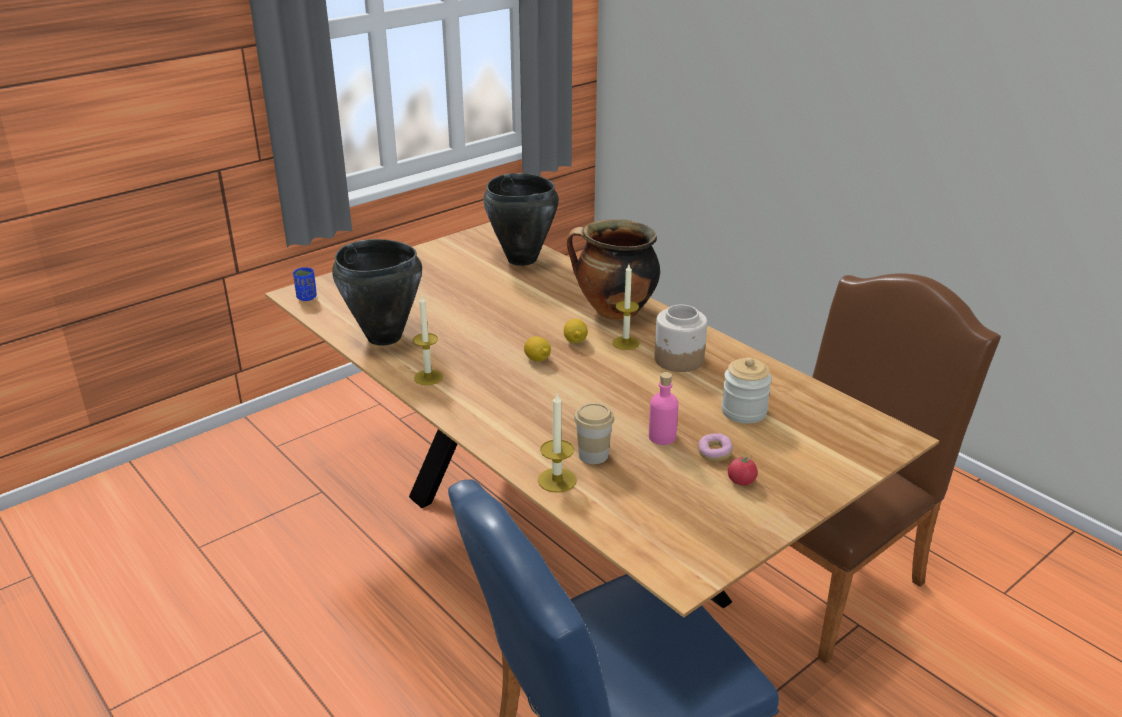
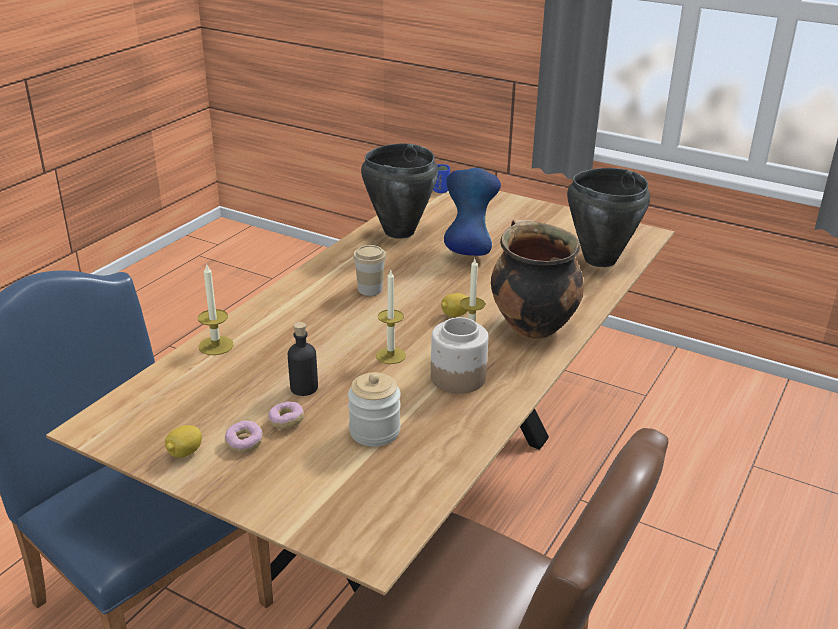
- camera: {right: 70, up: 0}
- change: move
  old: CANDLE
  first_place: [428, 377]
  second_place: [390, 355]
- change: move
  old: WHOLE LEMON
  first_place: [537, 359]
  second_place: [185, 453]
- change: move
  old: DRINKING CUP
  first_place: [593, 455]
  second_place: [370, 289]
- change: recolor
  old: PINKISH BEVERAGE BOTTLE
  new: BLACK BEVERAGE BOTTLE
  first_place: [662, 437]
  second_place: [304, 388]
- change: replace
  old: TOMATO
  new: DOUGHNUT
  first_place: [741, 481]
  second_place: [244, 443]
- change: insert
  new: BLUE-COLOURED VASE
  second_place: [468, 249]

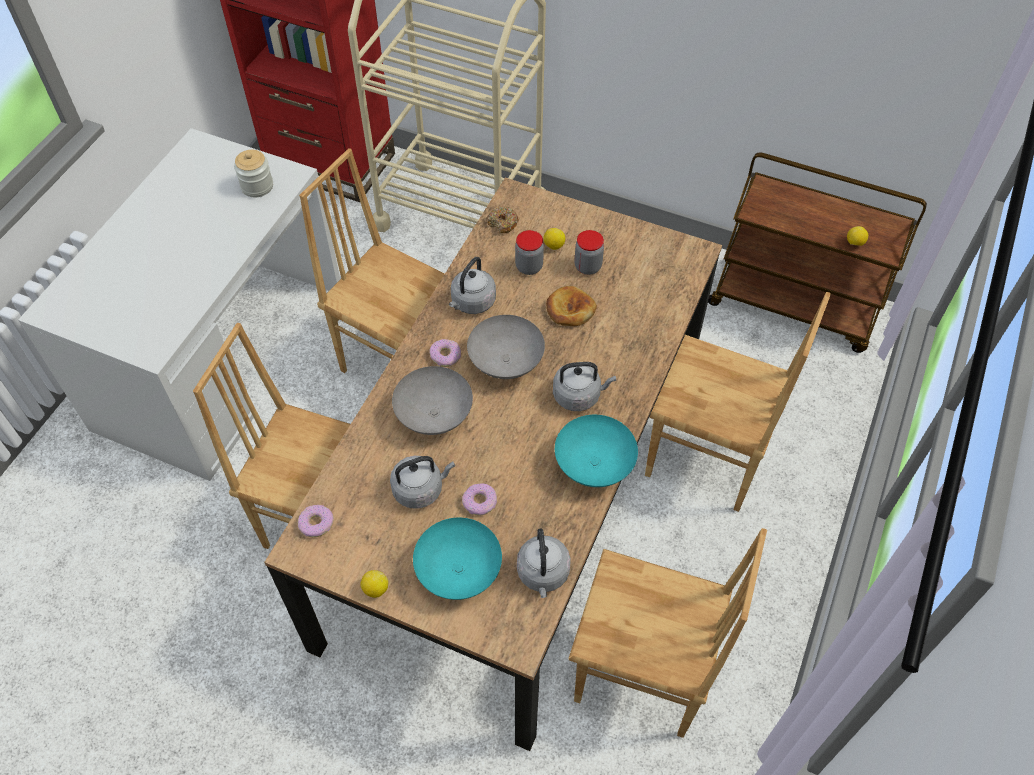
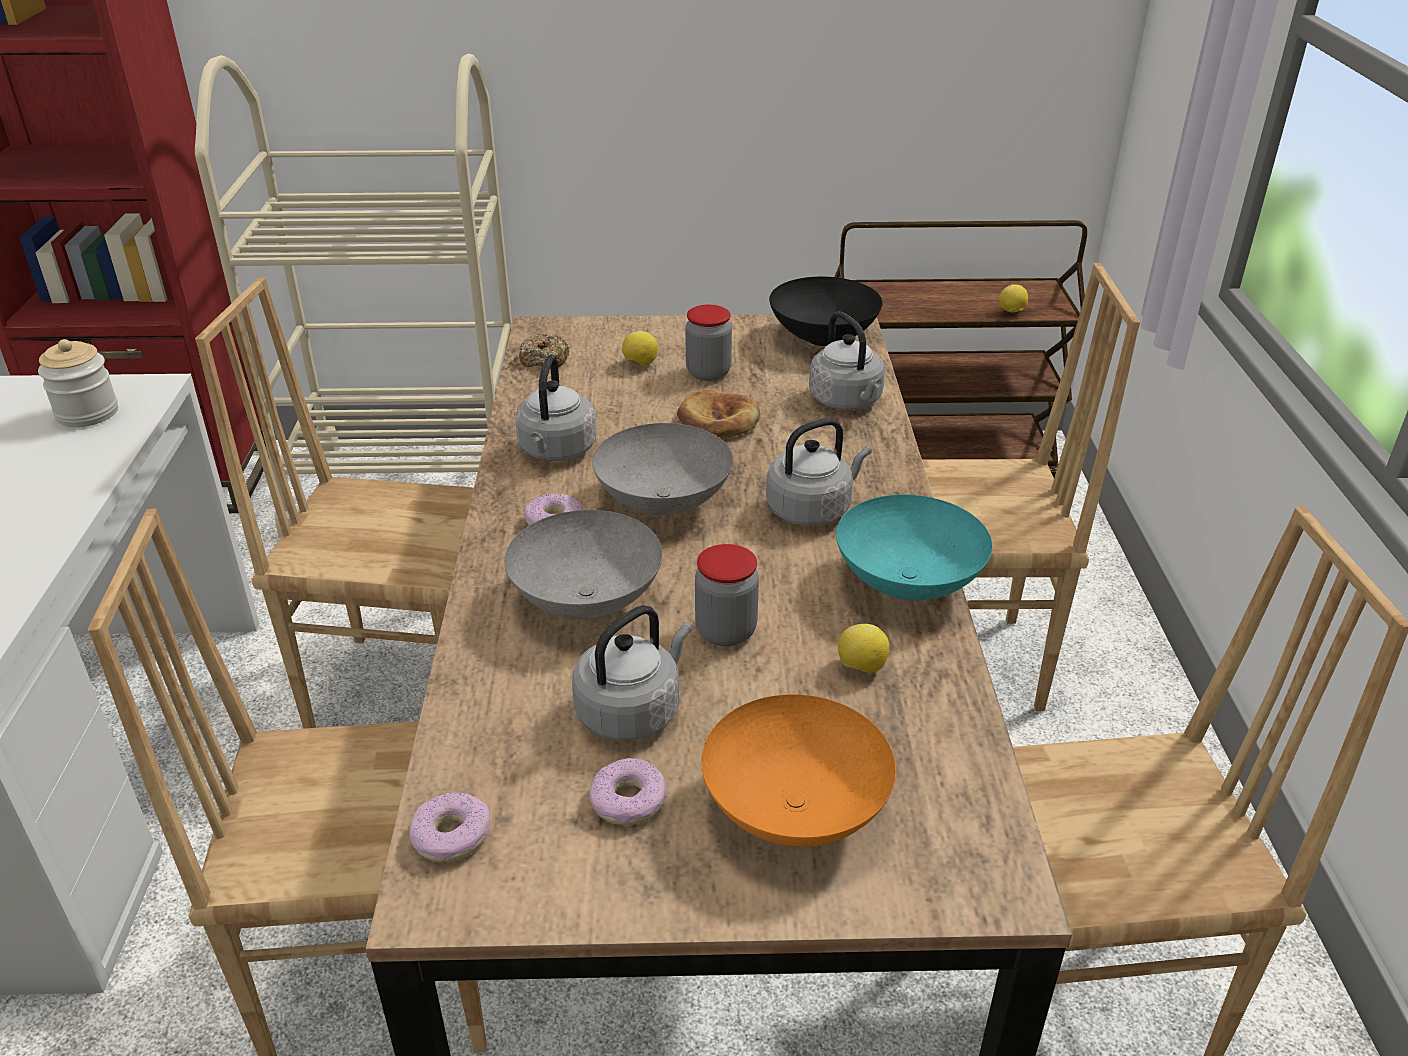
- camera: {right: -25, up: -20}
- change: move
  old: WHOLE LEMON
  first_place: [375, 589]
  second_place: [861, 667]
- change: recolor
  old: TURQUOISE BOWL
  new: ORANGE BOWL
  first_place: [459, 572]
  second_place: [797, 813]
- change: move
  old: DOUGHNUT
  first_place: [480, 502]
  second_place: [629, 801]
- change: move
  old: PRESERVE JAR
  first_place: [529, 267]
  second_place: [726, 631]
- change: move
  old: GREY WATER KETTLE
  first_place: [543, 574]
  second_place: [847, 401]
- change: insert
  new: BLACK BOWL
  second_place: [824, 337]

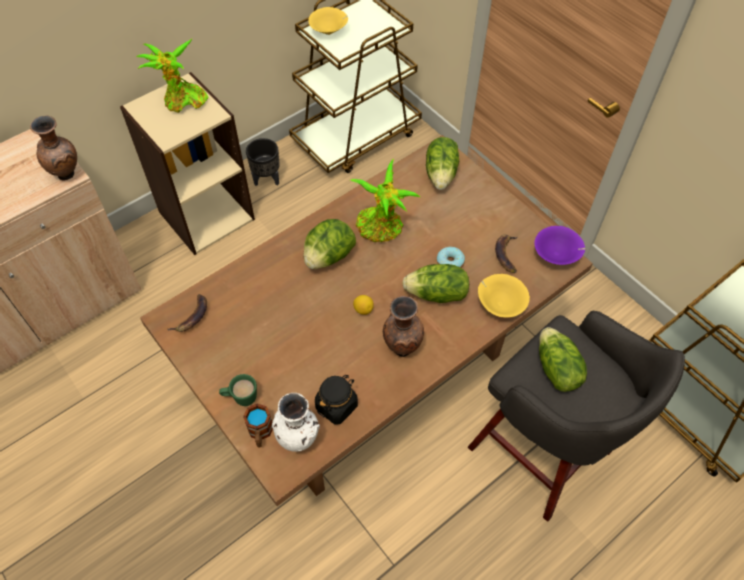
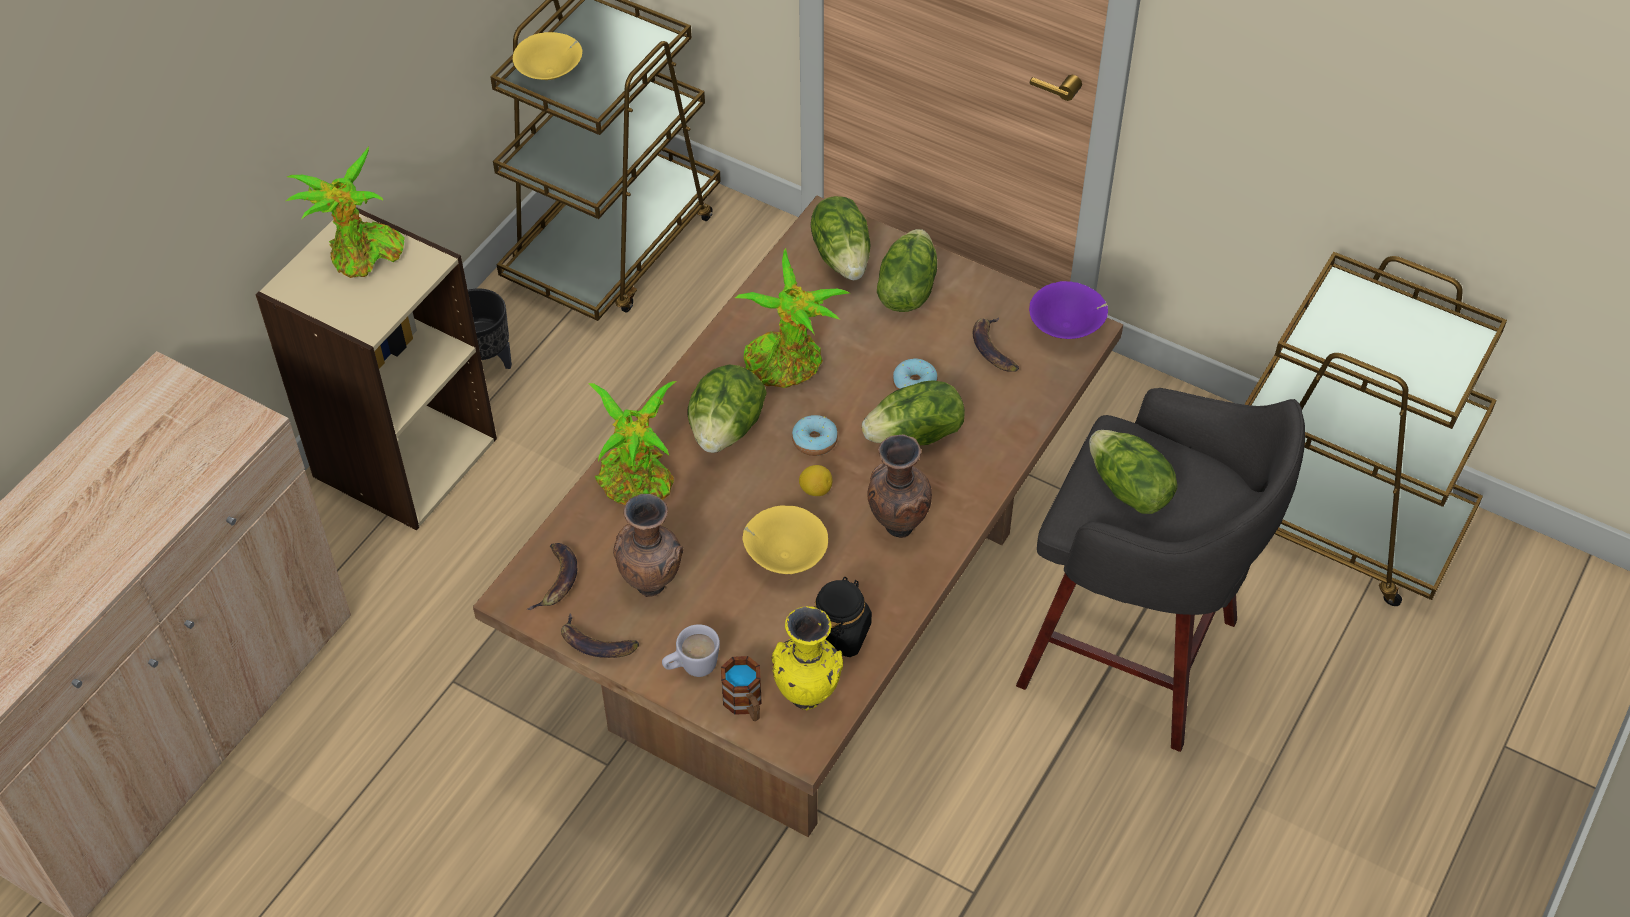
- camera: {right: -20, up: -5}
- change: move
  old: BROWNISH VASE
  first_place: [67, 174]
  second_place: [653, 584]
- change: recolor
  old: GREENISH TEA MUG
  new: WHITISH TEA MUG
  first_place: [240, 398]
  second_place: [691, 667]
- change: recolor
  old: WHITISH VASE
  new: YELLOWISH VASE
  first_place: [299, 440]
  second_place: [808, 696]
- change: move
  old: YELLOWISH BOWL
  first_place: [499, 304]
  second_place: [784, 556]
- change: insert
  new: WHOLE BANANA
  second_place: [596, 644]
- change: insert
  new: PLANT IN A POT
  second_place: [638, 484]
- change: insert
  new: DOUGHNUT
  second_place: [814, 441]
- change: insert
  new: HEAD OF LETTUCE
  second_place: [906, 289]

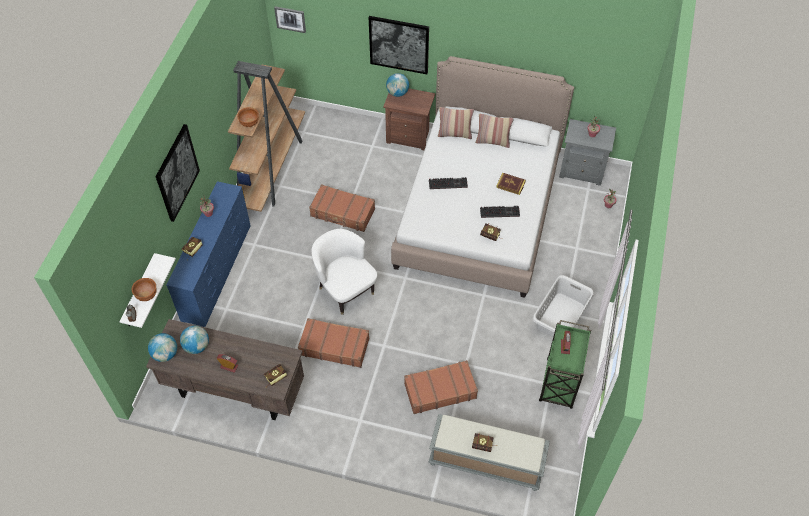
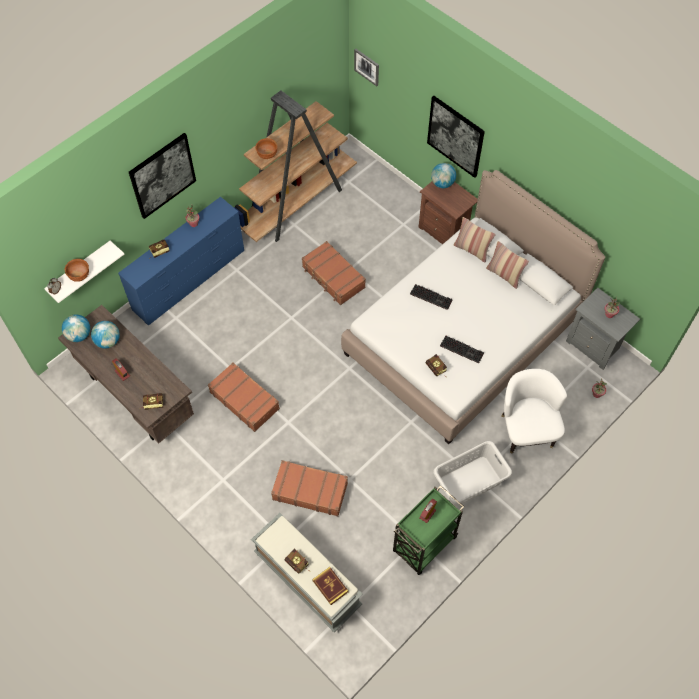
- camera: {right: 30, up: 5}
- change: move
  old: WHITISH ARMCHAIR
  first_place: [345, 290]
  second_place: [526, 429]
- change: move
  old: BOUND BOOK
  first_place: [510, 185]
  second_place: [330, 586]

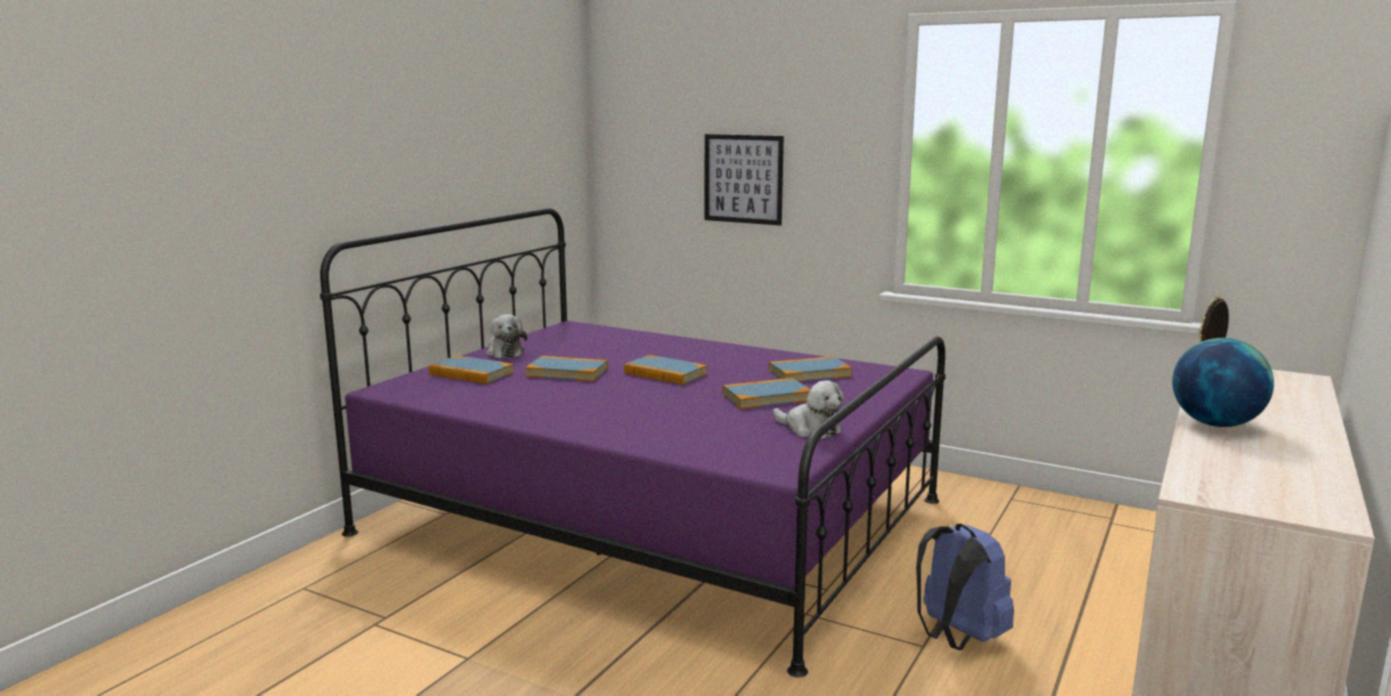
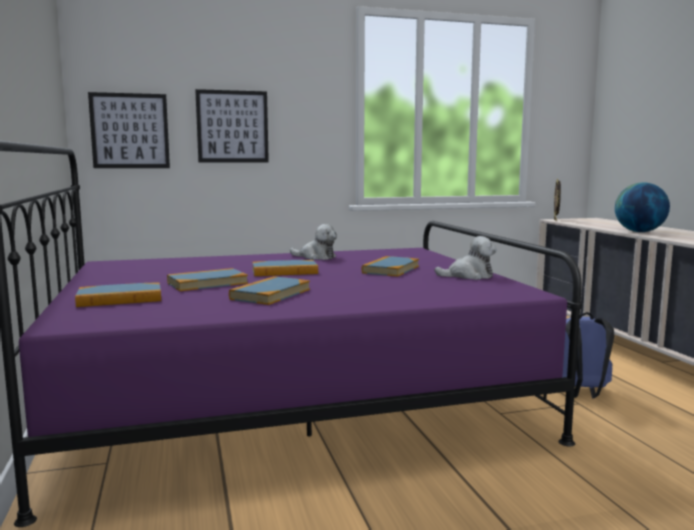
- camera: {right: -45, up: -5}
- change: move
  old: SOFT TOY
  first_place: [504, 352]
  second_place: [316, 257]
- change: move
  old: BOUND BOOK
  first_place: [809, 373]
  second_place: [270, 294]
- change: insert
  new: WALL PICTURE
  second_place: [130, 131]

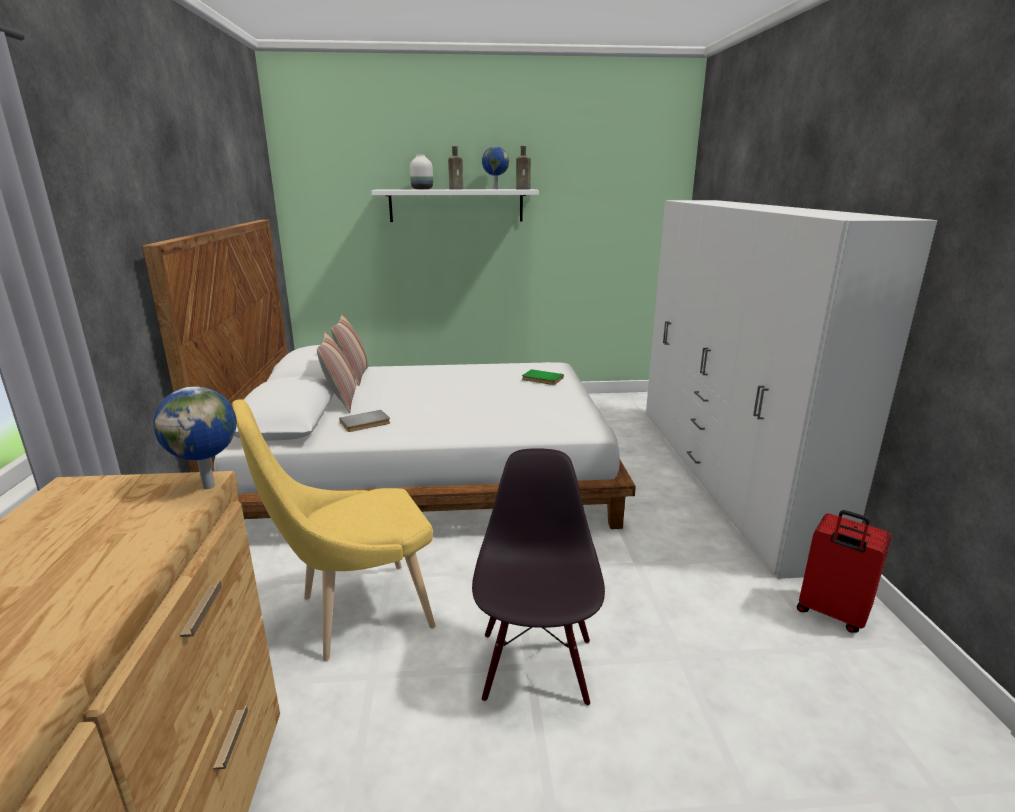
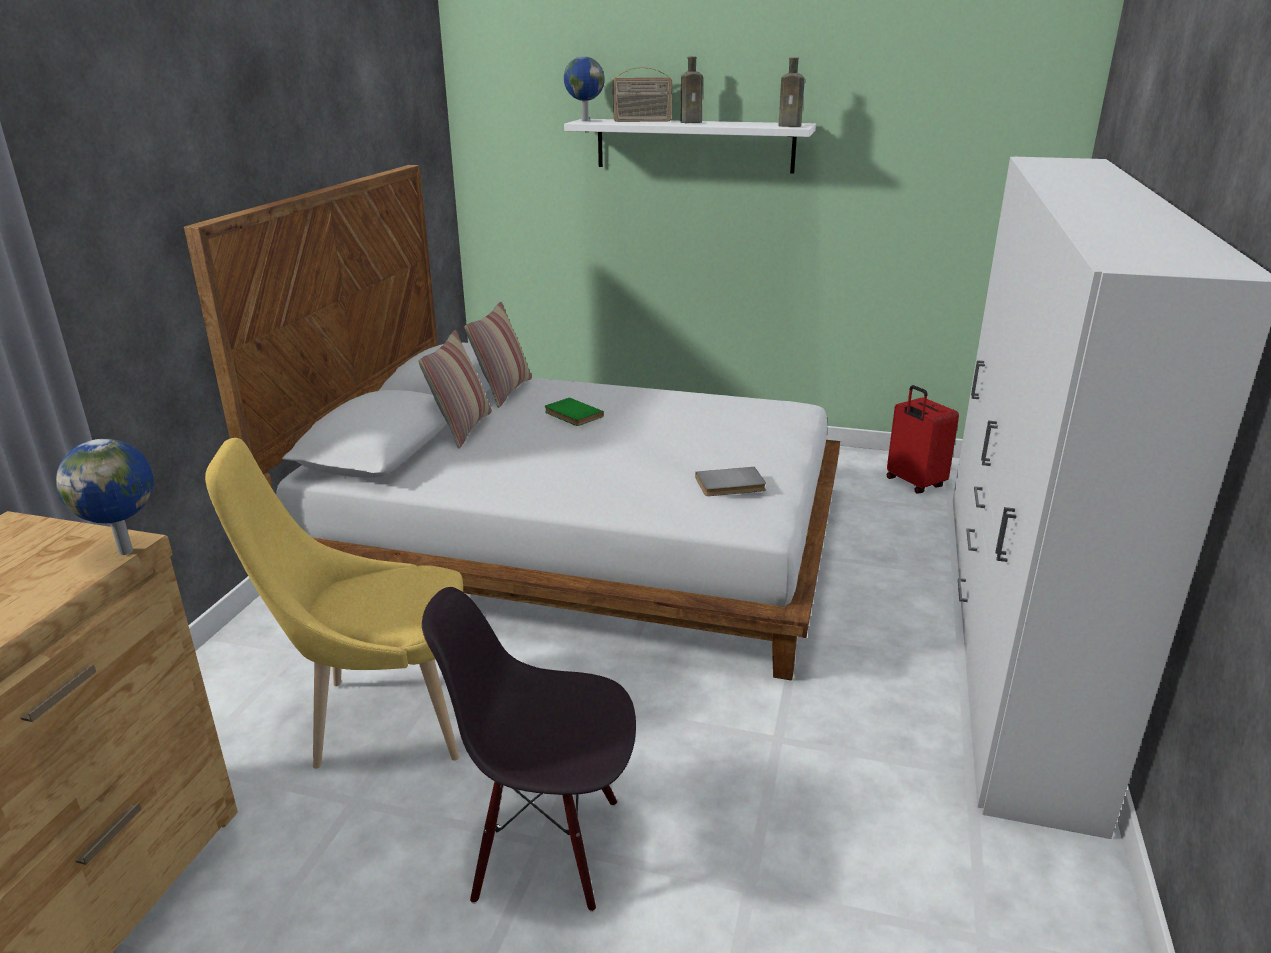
- camera: {right: 20, up: 5}
- change: move
  old: GREY BOUND BOOK
  first_place: [365, 423]
  second_place: [731, 485]
- change: replace
  old: WHITISH VASE
  new: RADIO SET
  first_place: [422, 189]
  second_place: [642, 121]
- change: rotate
  old: BLACK PLAIN CHAIR
  first_place: [536, 667]
  second_place: [548, 847]
  degrees: -105
- change: move
  old: WORLD GLOBE
  first_place: [495, 189]
  second_place: [584, 121]
- change: move
  old: GREENISH BOUND BOOK
  first_place: [542, 379]
  second_place: [572, 415]
- change: move
  old: RED SUITCASE
  first_place: [831, 614]
  second_place: [914, 483]

